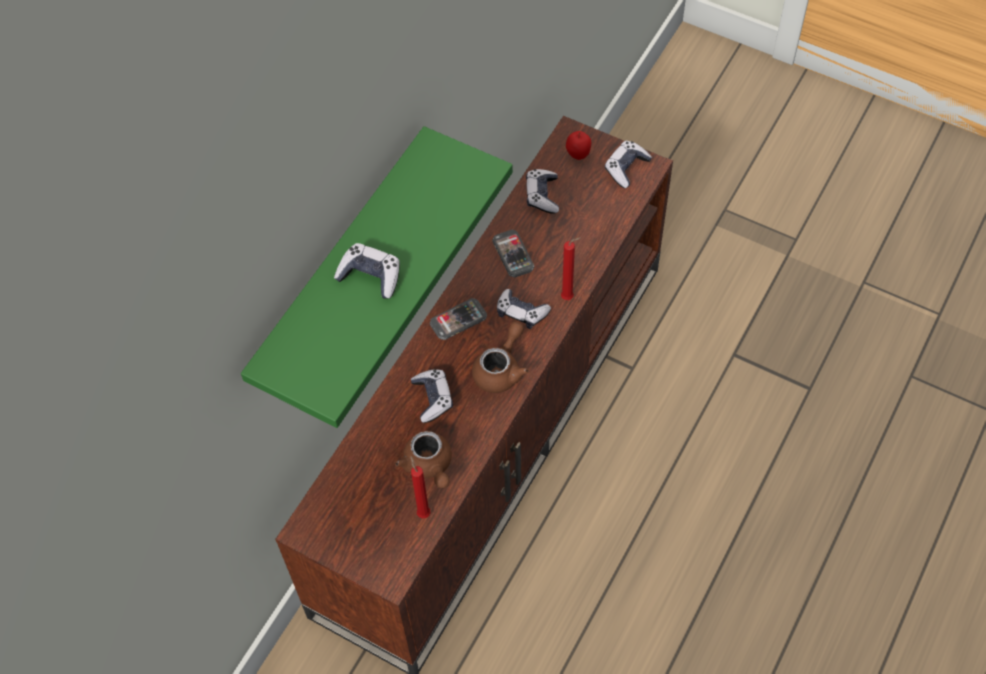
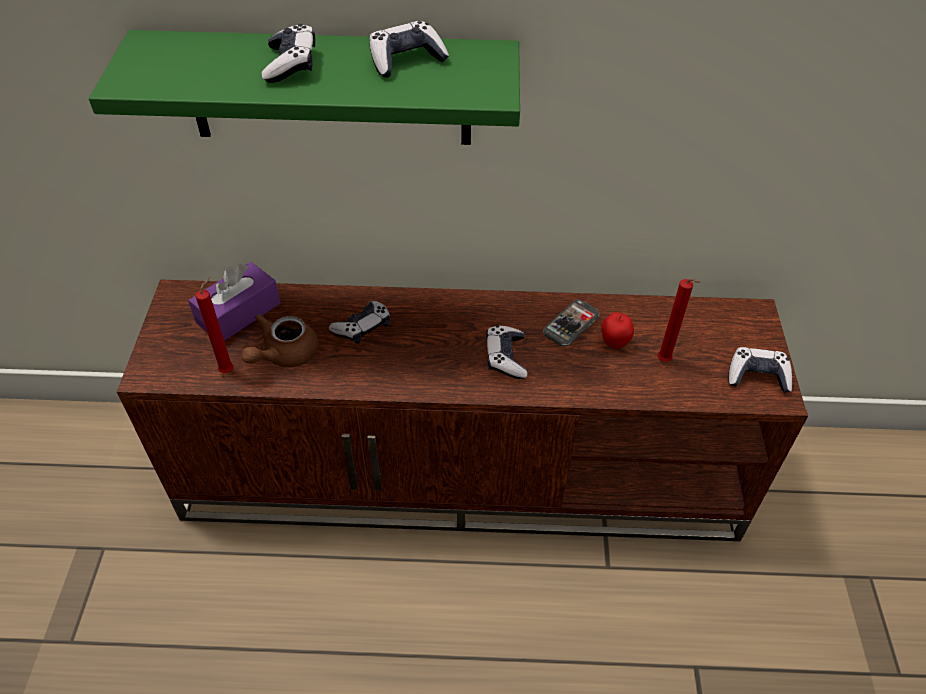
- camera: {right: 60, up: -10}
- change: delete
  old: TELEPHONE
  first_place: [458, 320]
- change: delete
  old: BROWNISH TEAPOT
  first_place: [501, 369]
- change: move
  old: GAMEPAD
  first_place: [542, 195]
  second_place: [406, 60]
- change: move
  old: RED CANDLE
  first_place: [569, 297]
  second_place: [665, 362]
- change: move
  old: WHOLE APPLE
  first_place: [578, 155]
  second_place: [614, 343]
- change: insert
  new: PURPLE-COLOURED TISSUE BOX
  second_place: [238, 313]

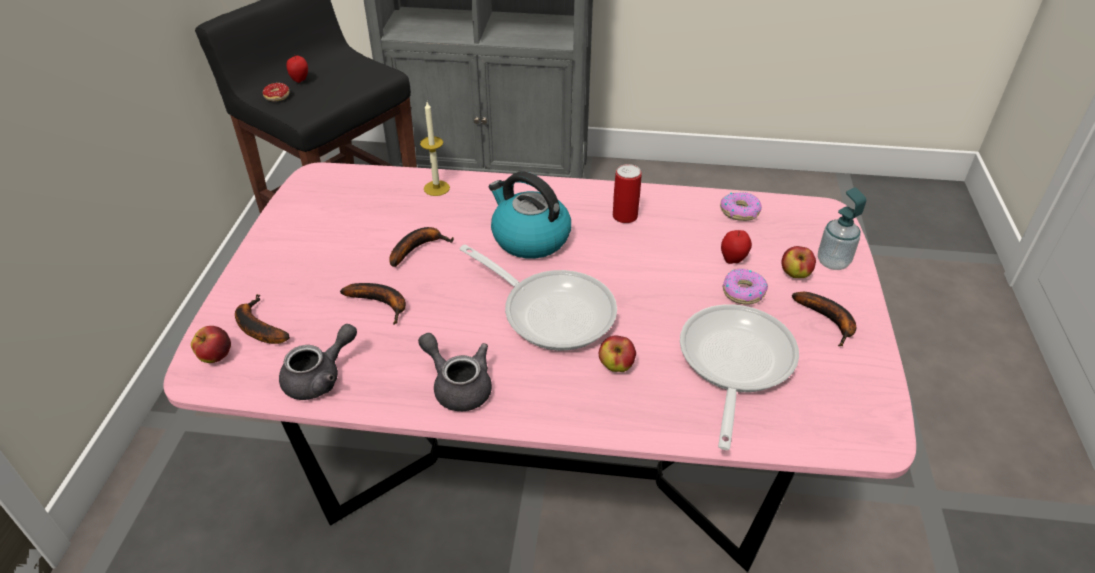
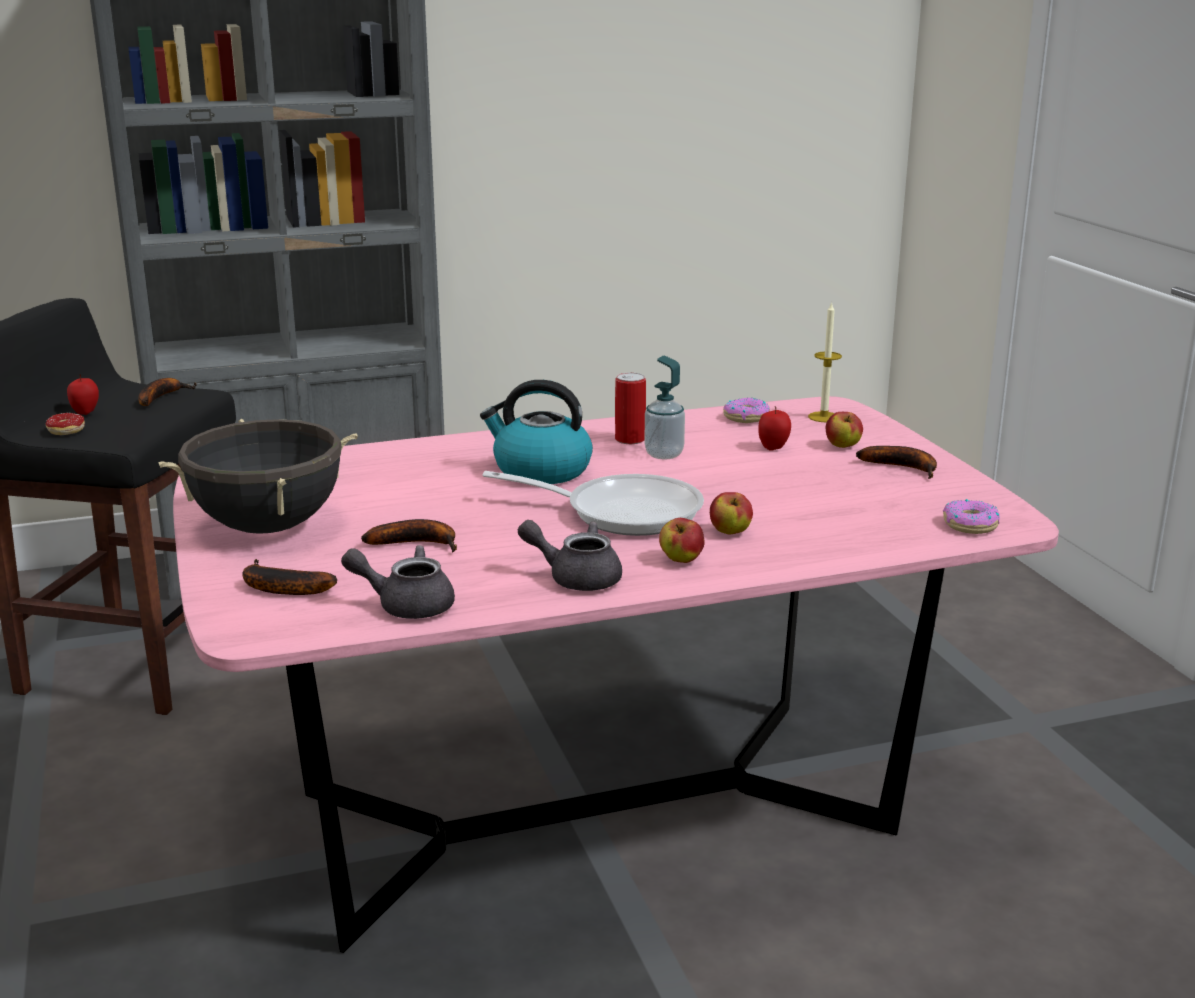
- camera: {right: -25, up: -20}
- change: move
  old: WHOLE APPLE
  first_place: [216, 356]
  second_place: [681, 560]
- change: rotate
  old: GREY TEAPOT
  first_place: [320, 377]
  second_place: [406, 605]
  degrees: -105
- change: move
  old: WHOLE BANANA
  first_place: [418, 248]
  second_place: [161, 397]
- change: move
  old: CANDLE
  first_place: [436, 188]
  second_place: [823, 417]
- change: delete
  old: PAN
  first_place: [733, 364]
- change: move
  old: DOUGHNUT
  first_place: [743, 291]
  second_place: [970, 525]
- change: move
  old: SOAP BOTTLE
  first_place: [833, 262]
  second_place: [664, 454]
- change: insert
  new: BLACK COOKING POT
  second_place: [268, 527]

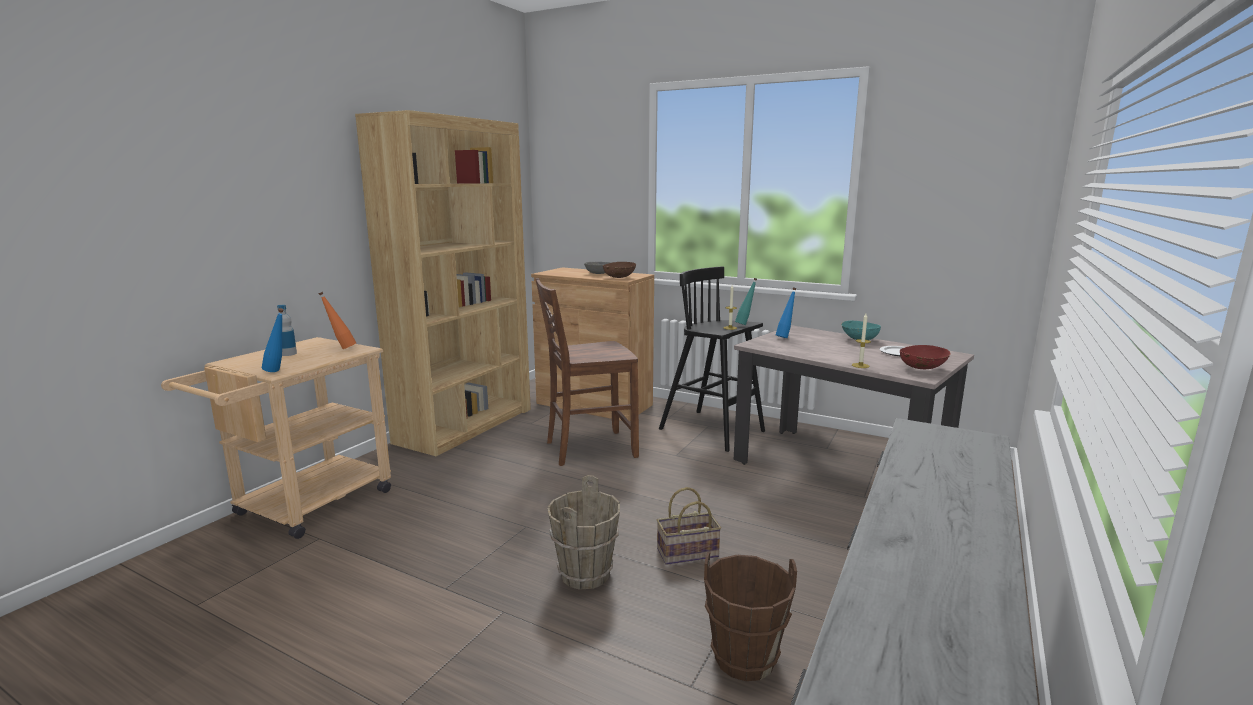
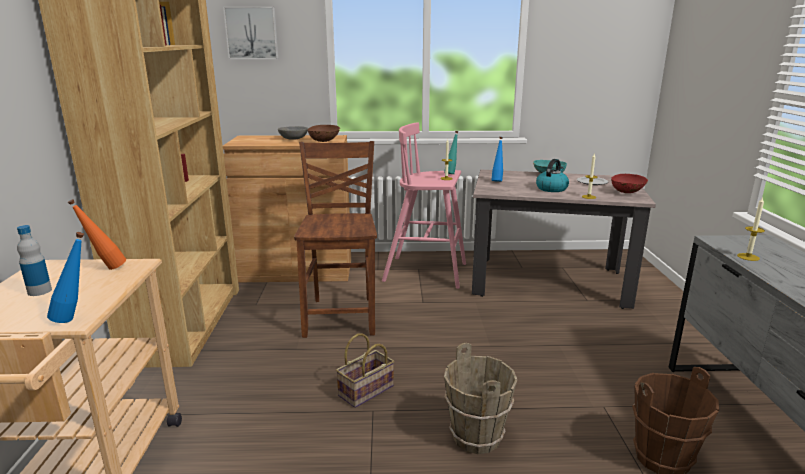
- camera: {right: -30, up: 5}
- change: rotate
  old: BROWNISH PLAIN CHAIR
  first_place: [588, 449]
  second_place: [342, 316]
  degrees: 135
- change: move
  old: STORAGE BASKET
  first_place: [686, 553]
  second_place: [365, 392]
- change: recolor
  old: BLACK SITTING STOOL
  new: PINKISH SITTING STOOL
  first_place: [713, 431]
  second_place: [427, 272]
- change: insert
  new: WALL PICTURE
  second_place: [252, 33]
- change: insert
  new: WATER KETTLE
  second_place: [551, 188]
- change: insert
  new: CANDLE
  second_place: [748, 257]

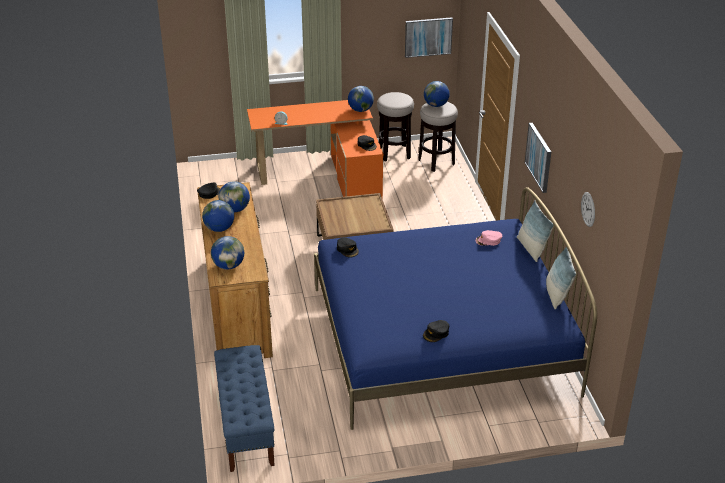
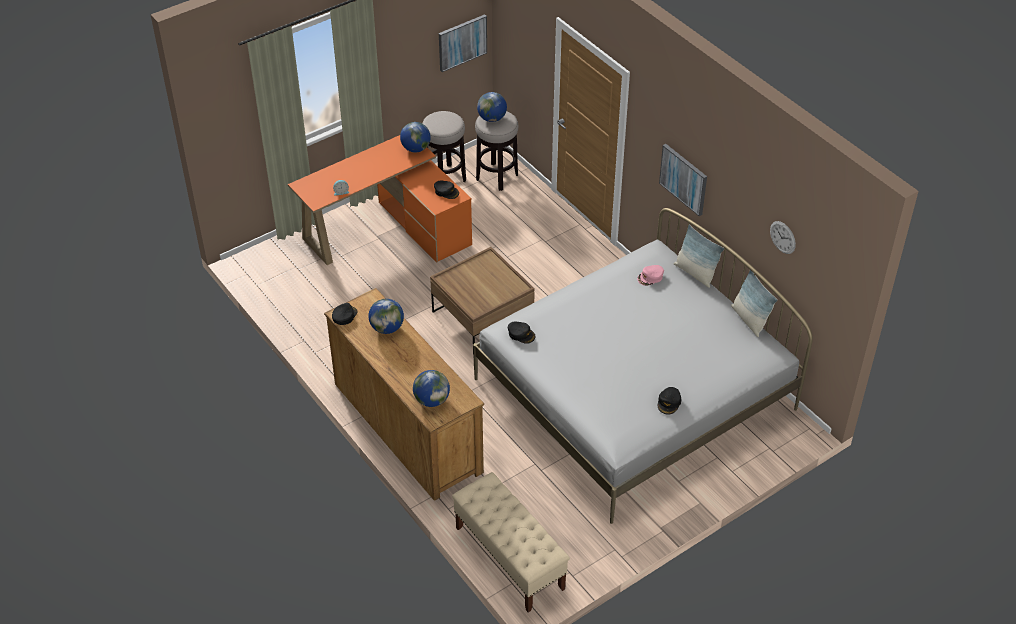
- camera: {right: -25, up: 10}
- change: delete
  old: WORLD GLOBE
  first_place: [219, 228]
- change: recolor
  old: BLUE-COLOURED LONG SEAT
  new: BEIGE-COLOURED LONG SEAT
  first_place: [246, 425]
  second_place: [509, 558]
- change: recolor
  old: BLUE-COLOURED BEDROOM BED
  new: WHITISH BEDROOM BED
  first_place: [441, 340]
  second_place: [634, 394]

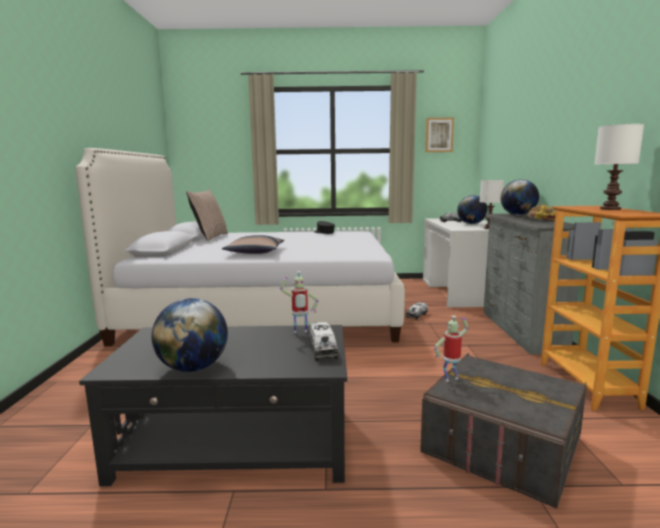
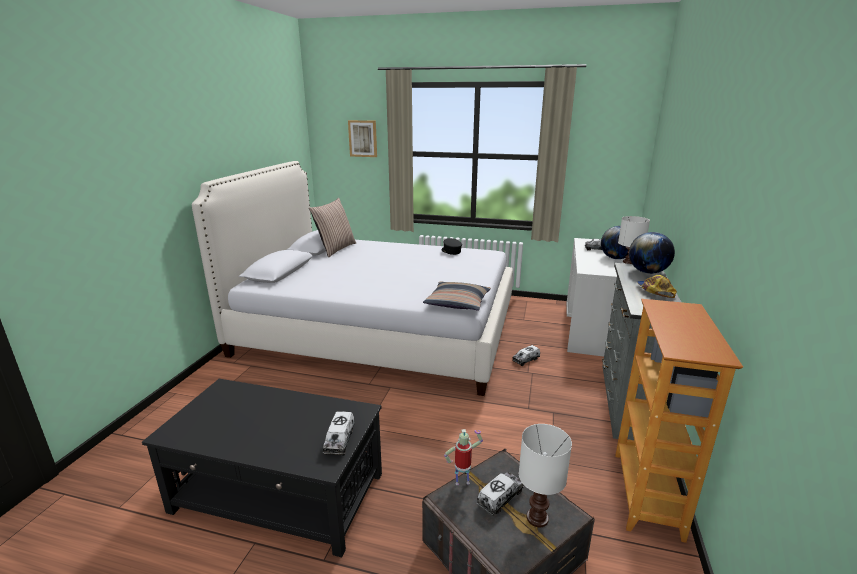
- camera: {right: 15, up: 10}
- change: delete
  old: WORLD GLOBE
  first_place: [193, 368]
- change: move
  old: PILLOW
  first_place: [255, 252]
  second_place: [457, 303]
- change: delete
  old: MODEL ROBOT
  first_place: [300, 332]
- change: move
  old: WALL PICTURE
  first_place: [439, 135]
  second_place: [363, 138]
- change: move
  old: WHITISH TABLE LAMP
  first_place: [609, 209]
  second_place: [536, 518]
- change: insert
  new: TOY TRUCK
  second_place: [500, 498]

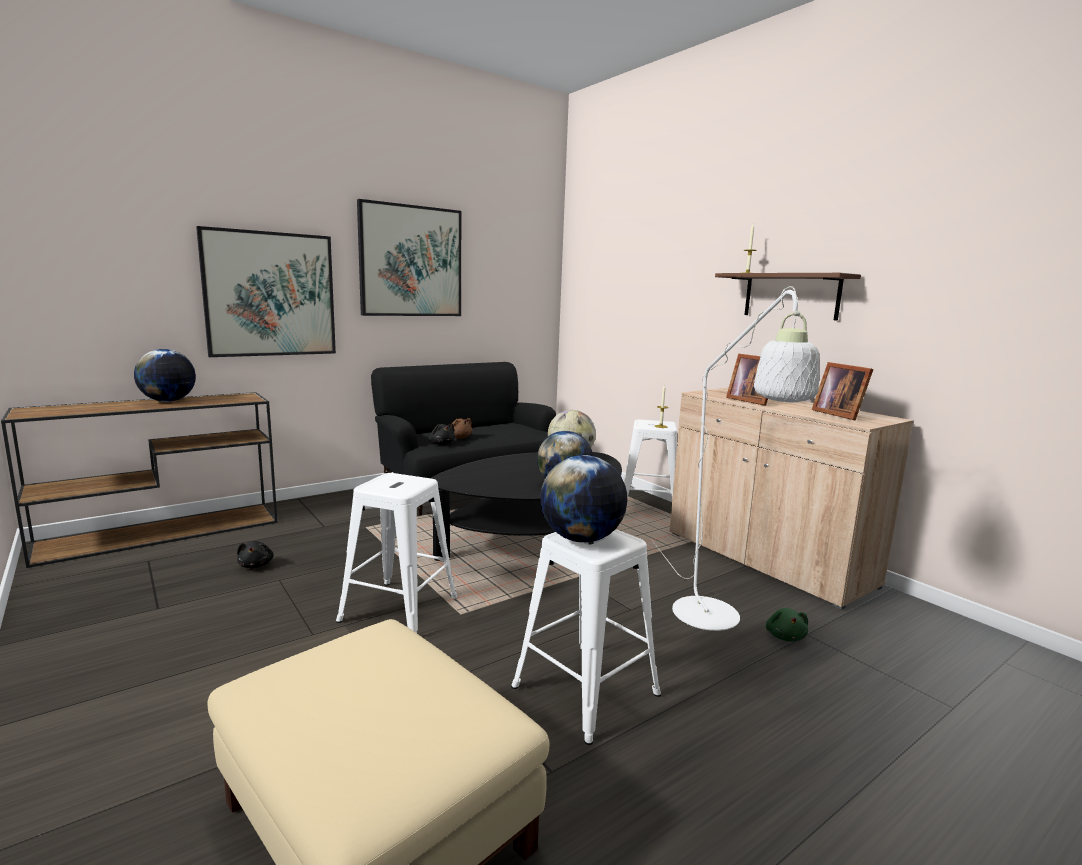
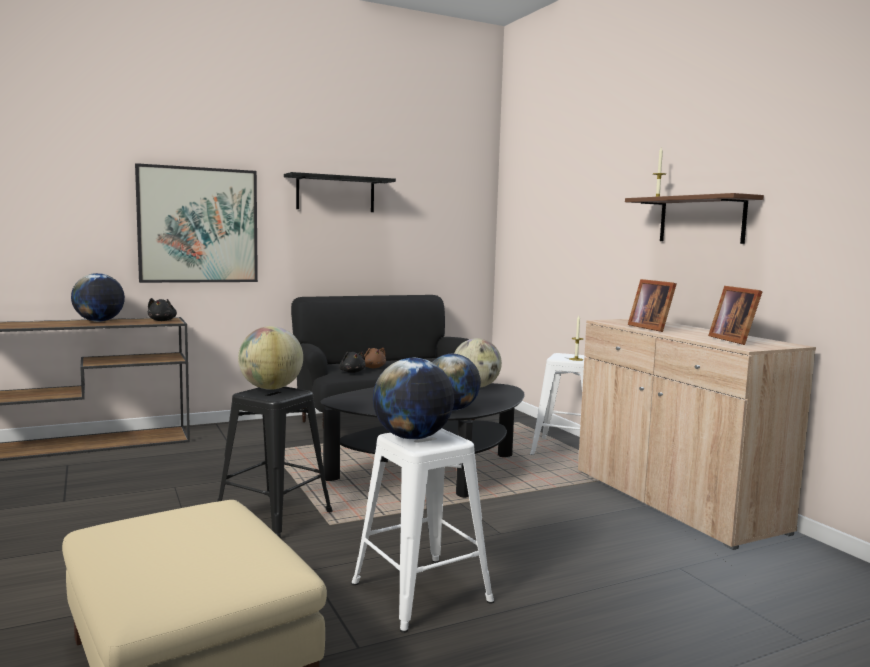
- camera: {right: 10, up: -5}
- change: move
  old: BLACK SOFT TOY
  first_place: [256, 565]
  second_place: [162, 320]
- change: recolor
  old: WHITISH SITTING STOOL
  new: BLACK SITTING STOOL
  first_place: [399, 608]
  second_place: [273, 516]
- change: replace
  old: WALL PICTURE
  new: BLACK WALL SHELF
  first_place: [411, 261]
  second_place: [335, 194]
- change: delete
  old: WHITISH FLOOR LAMP
  first_place: [713, 622]
- change: delete
  old: GREENISH SOFT TOY
  first_place: [785, 636]
- change: insert
  new: WORLD GLOBE
  second_place: [271, 388]

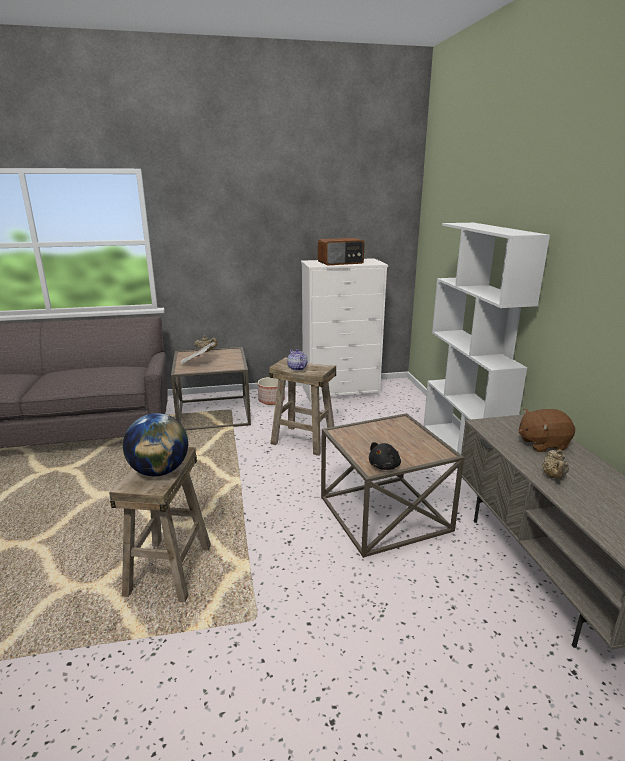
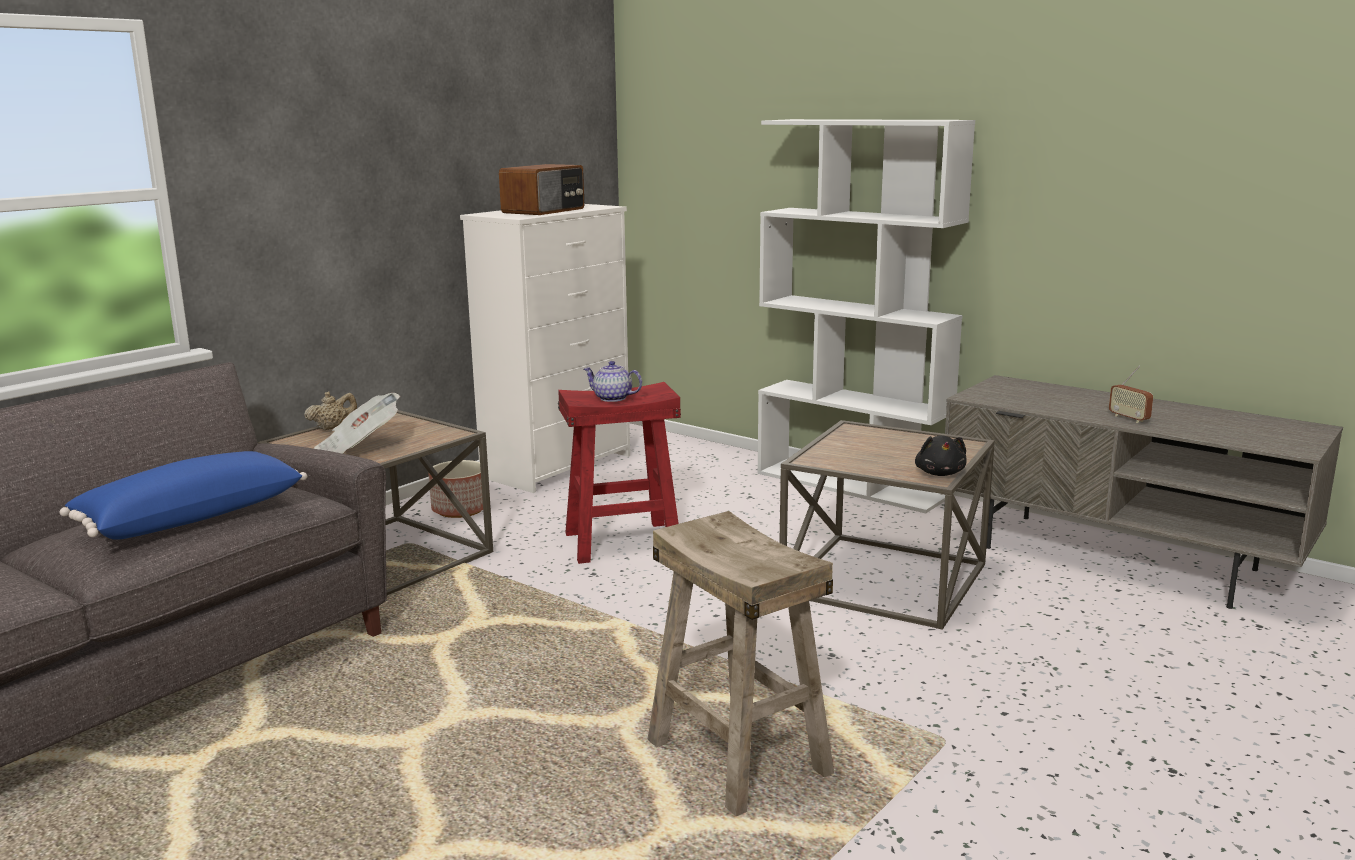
- camera: {right: -40, up: -5}
- change: delete
  old: WORLD GLOBE
  first_place: [159, 471]
- change: recolor
  old: BEIGE-COLOURED SITTING STOOL
  new: RED SITTING STOOL
  first_place: [304, 440]
  second_place: [622, 541]
- change: delete
  old: BROWNISH SOFT TOY
  first_place: [542, 444]
- change: replace
  old: BEIGE-COLOURED TEAPOT
  new: RADIO SET
  first_place: [553, 476]
  second_place: [1129, 418]
- change: insert
  new: BLUE-COLOURED PILLOW
  second_place: [191, 517]

